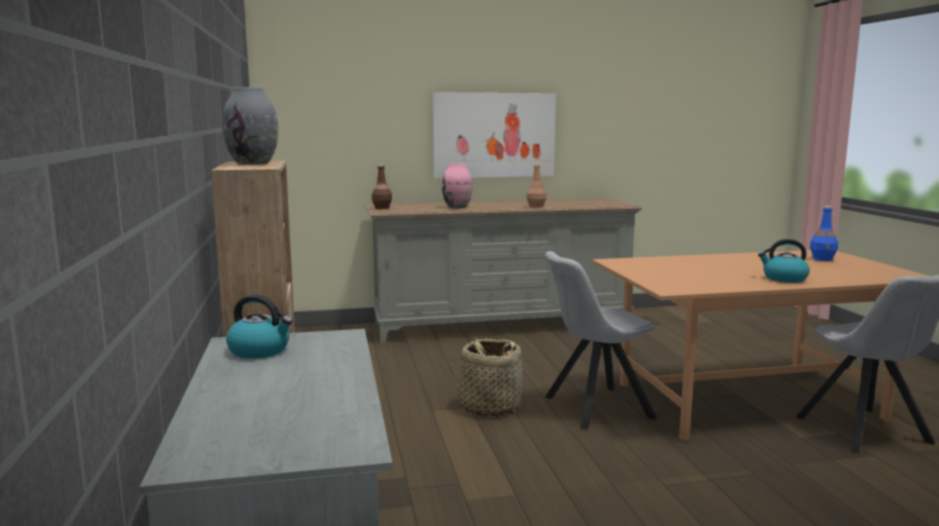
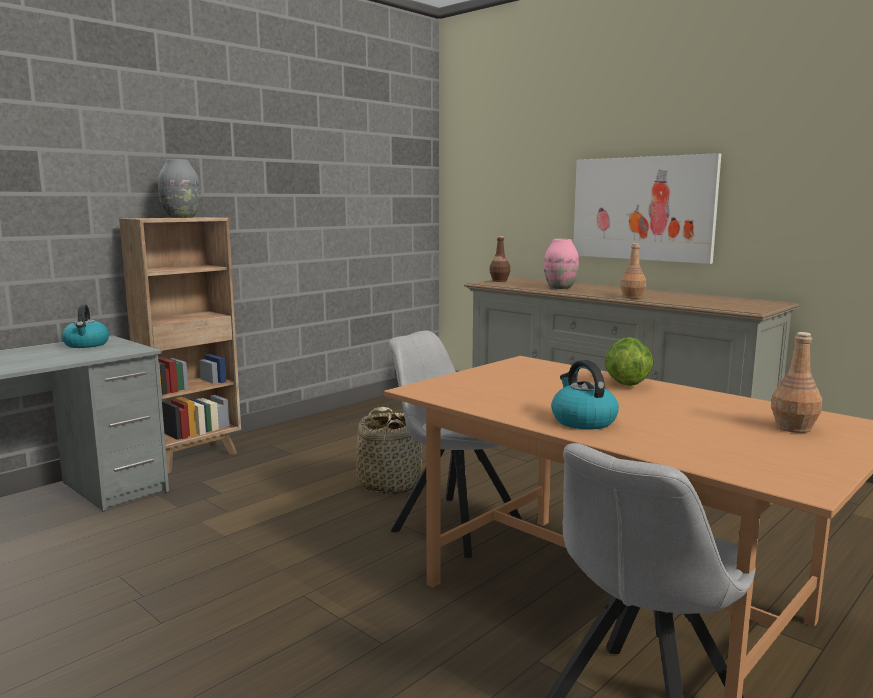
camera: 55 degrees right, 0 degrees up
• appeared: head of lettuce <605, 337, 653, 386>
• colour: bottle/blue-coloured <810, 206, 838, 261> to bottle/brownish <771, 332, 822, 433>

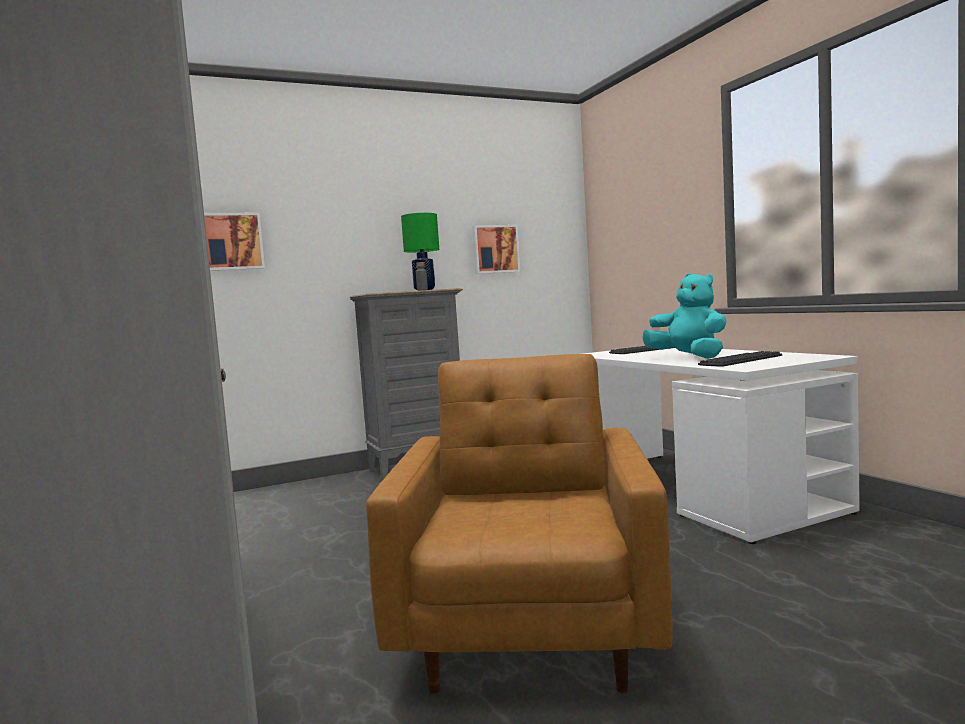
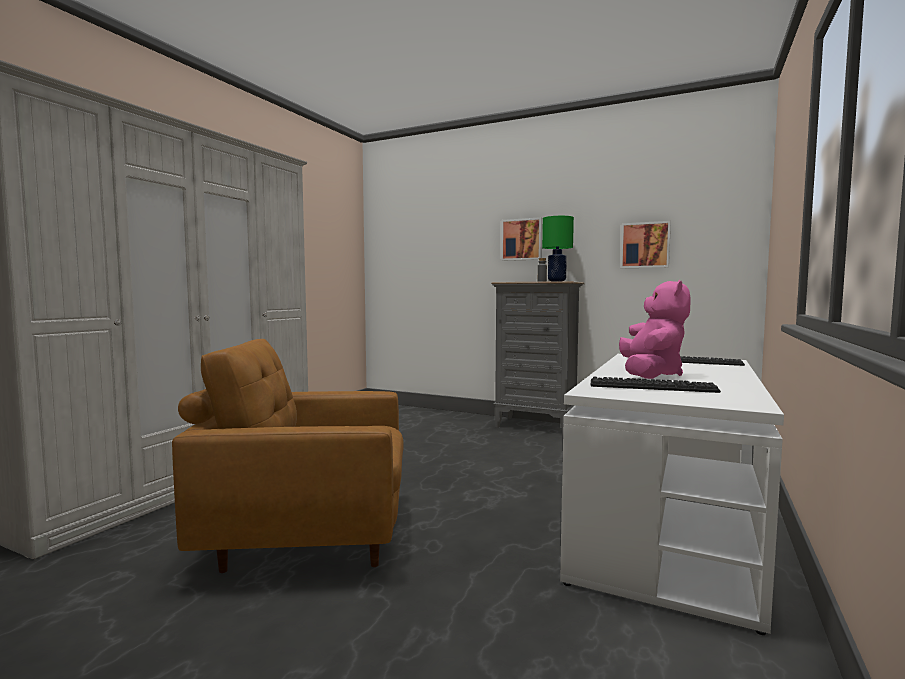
camera: 50 degrees right, 0 degrees up
• relocated: wall picture <204, 213, 265, 271> to <501, 217, 543, 261>
• colour: plush toy/turquoise-coloured <642, 273, 726, 359> to plush toy/pink-coloured <619, 280, 691, 379>
• spun: lounge chair/brownish <366, 354, 673, 694> = <172, 339, 404, 573> 150 degrees counterclockwise

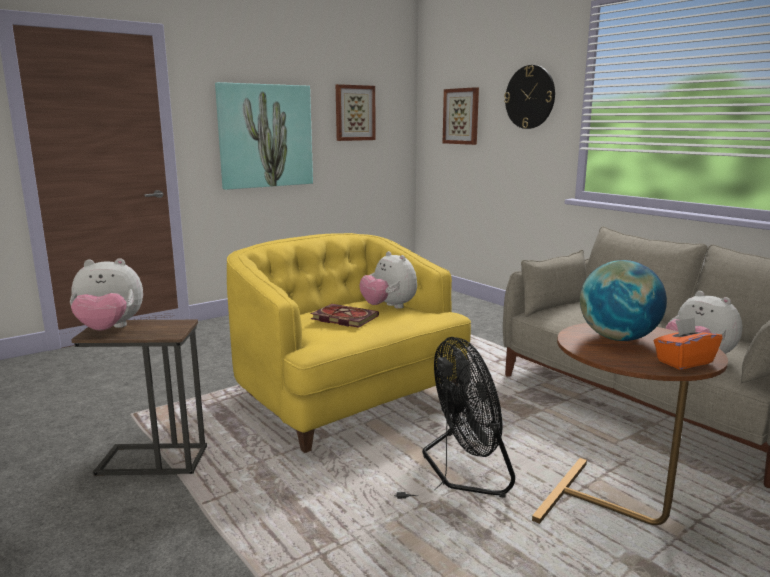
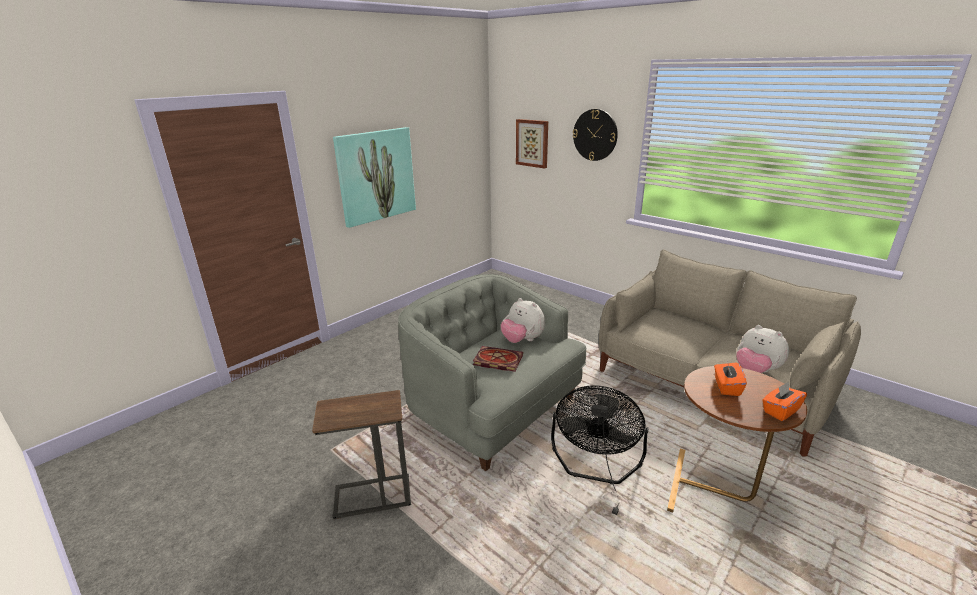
camera: 10 degrees left, 10 degrees up
• missing: plush toy <70, 258, 143, 331>
• missing: wall picture <336, 84, 376, 141>
• exchanged: globe <580, 260, 667, 341> to tissue box/orange-coloured <714, 361, 747, 396>
• colour: lounge chair/yellowish <227, 233, 471, 453> to lounge chair/greyish <398, 274, 586, 471>
• spun: electric fan/blackish <394, 337, 515, 499> = <551, 385, 648, 516> 45 degrees counterclockwise

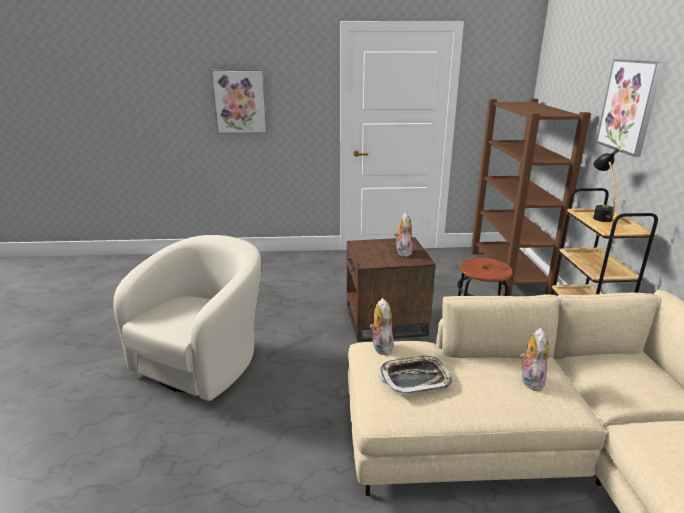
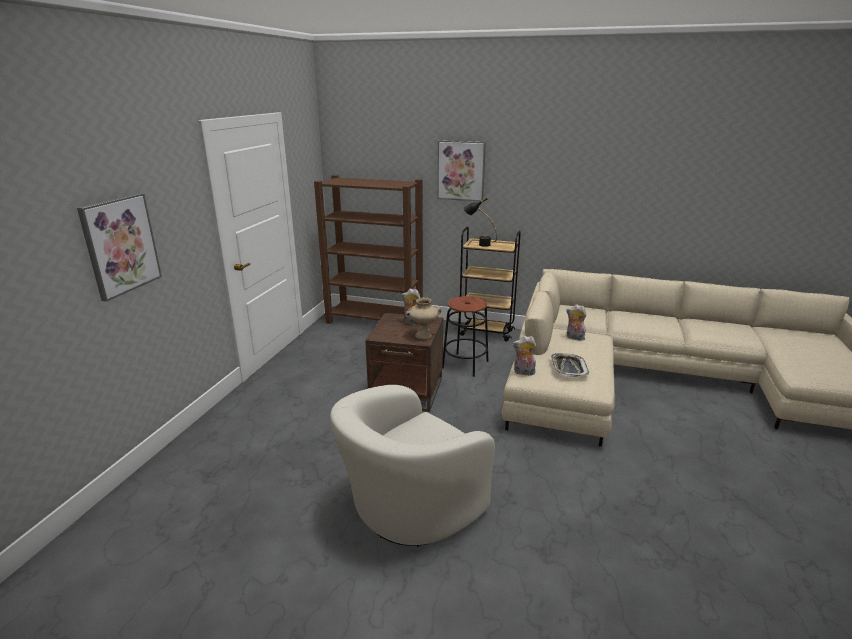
camera: 70 degrees left, 0 degrees up
• appeared: decorative vase/beige-coloured <406, 297, 441, 339>
• spun: lounge chair/beige-coloured <113, 235, 261, 401> = <330, 385, 495, 547> 90 degrees counterclockwise

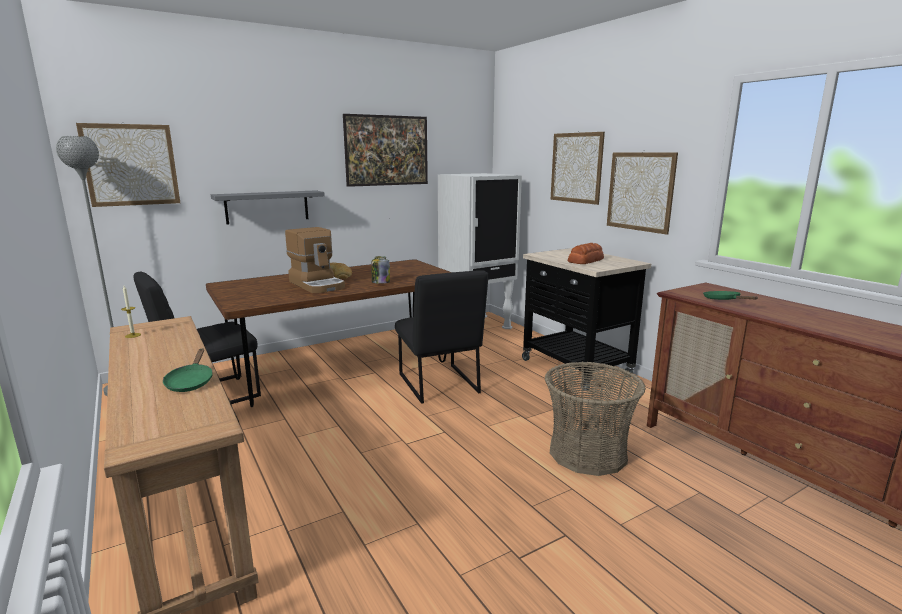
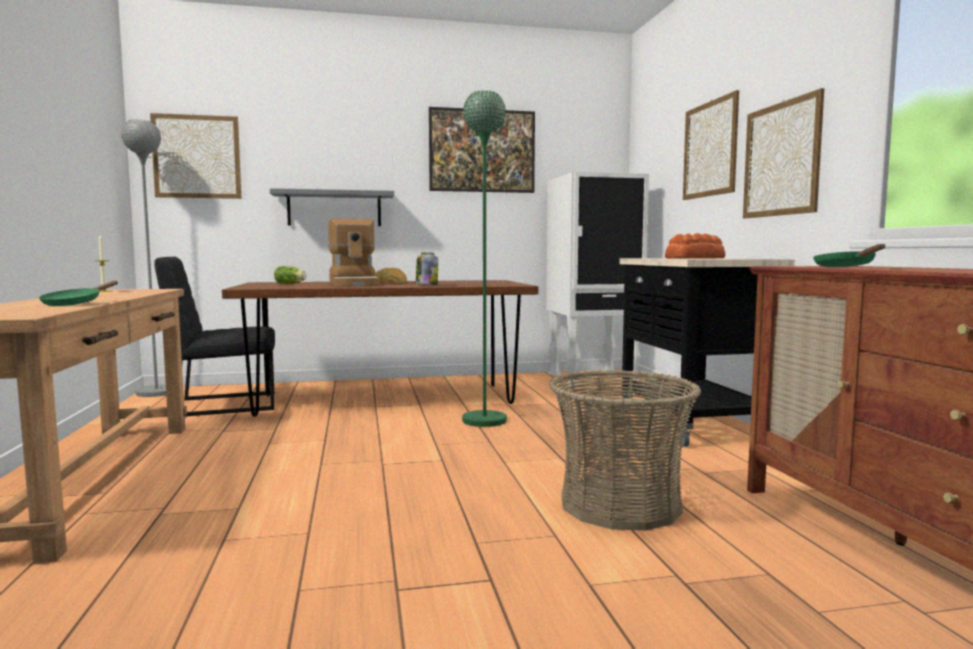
camera: 20 degrees right, 10 degrees down
• appeared: head of lettuce <274, 266, 307, 284>
• exchanged: upright chair/blackish <395, 270, 488, 404> to floor lamp/green <462, 90, 507, 427>

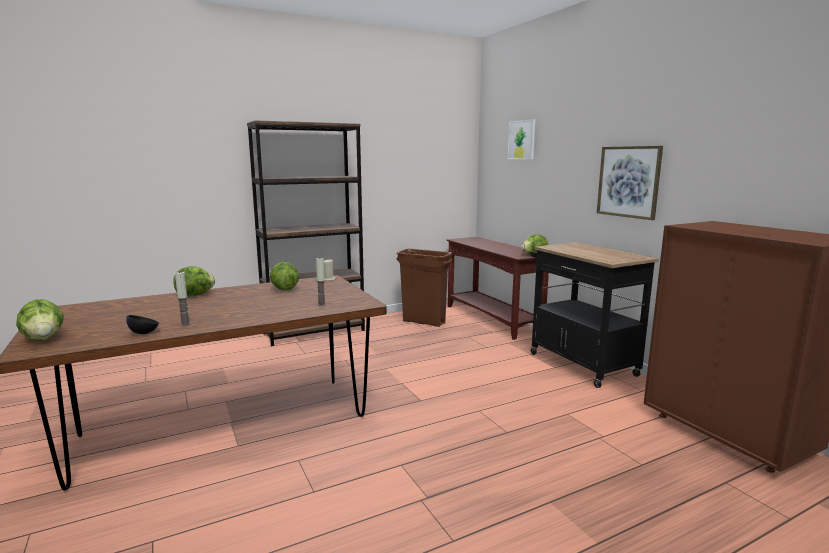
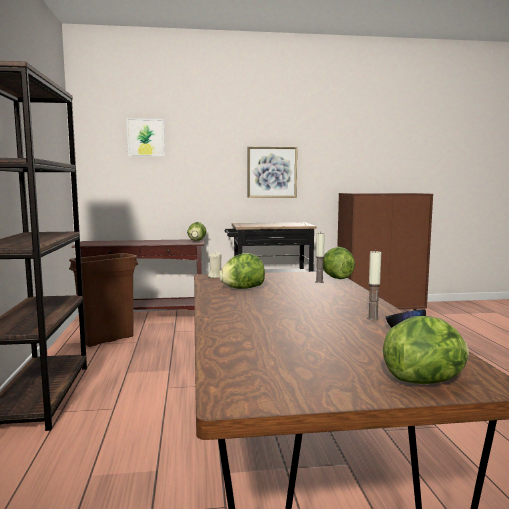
camera: 70 degrees left, 5 degrees down
• relocated: head of lettuce <174, 266, 215, 296> to <323, 247, 355, 279>

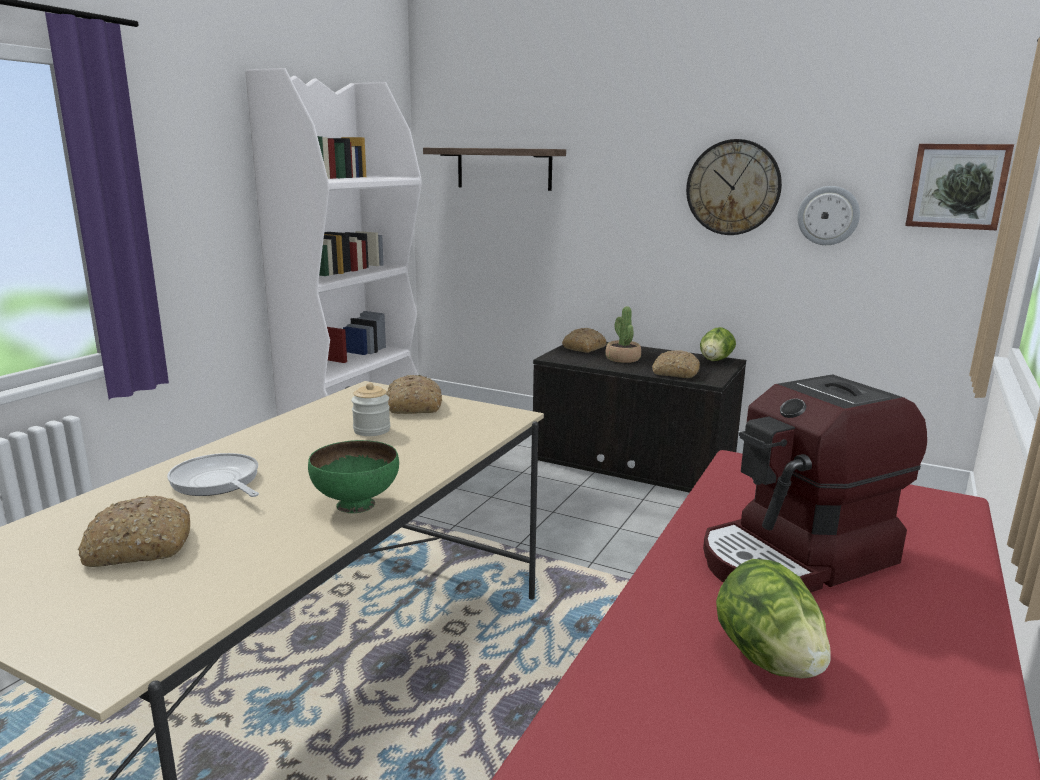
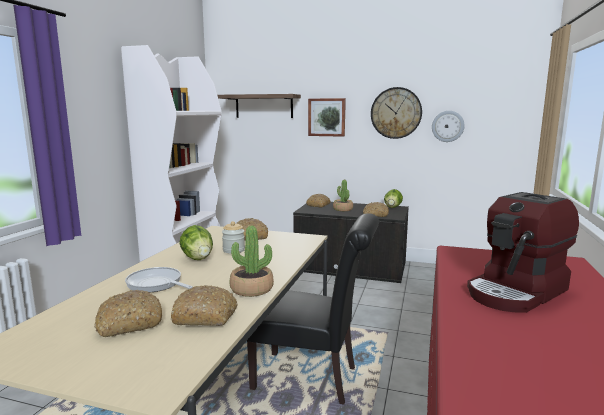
camera: 10 degrees left, 5 degrees down
• appeared: bread <171, 285, 238, 326>
• appeared: upright chair/blackish <247, 213, 379, 405>
• relocated: head of lettuce <716, 559, 831, 678> to <179, 225, 213, 260>
• relocated: wall picture <905, 144, 1014, 230> to <308, 98, 346, 137>
• exchanged: serving bowl/green <308, 440, 399, 513> to potted plant <229, 226, 274, 297>

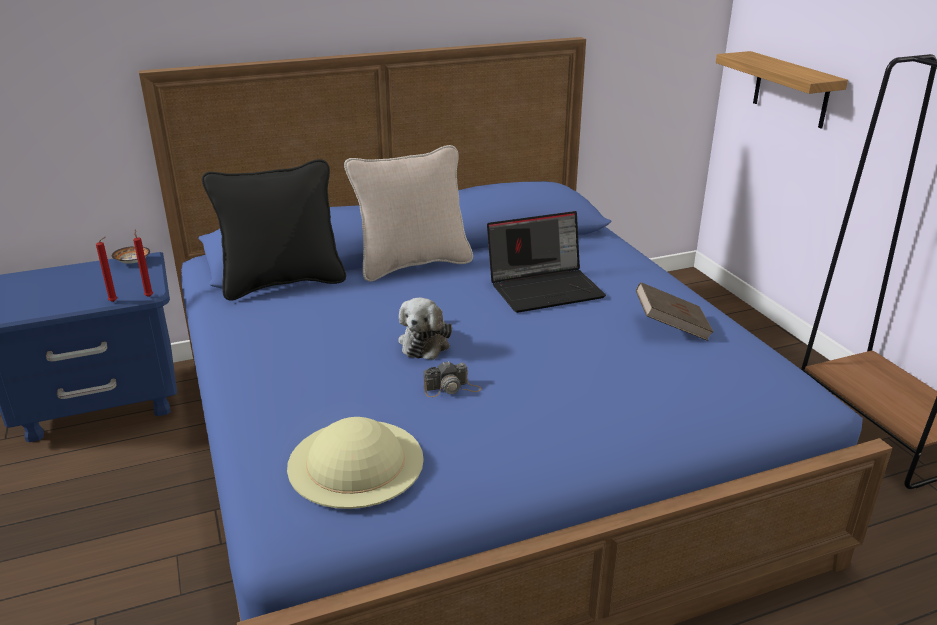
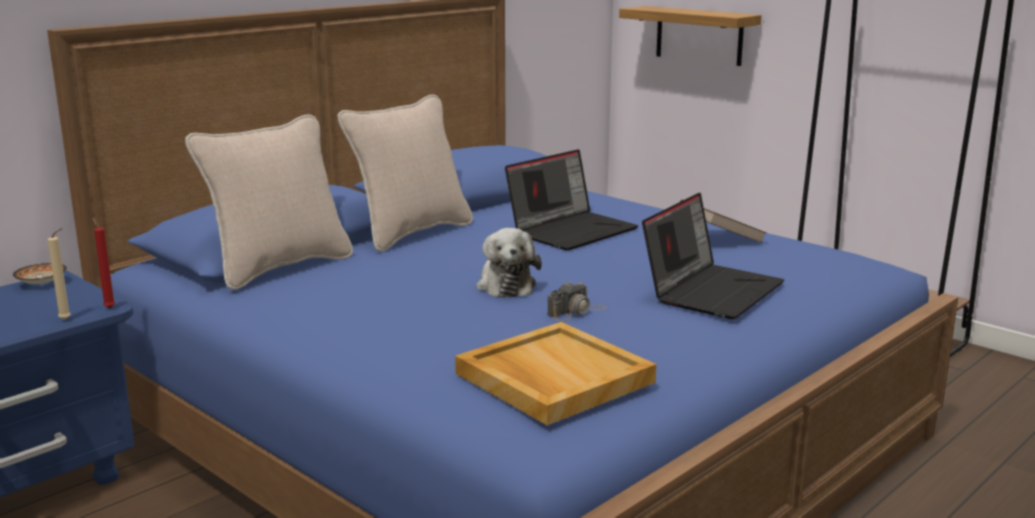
camera: 25 degrees left, 10 degrees down
• appeared: portable computer <642, 192, 784, 319>
• exchanged: wearable hat/beige-coloured <287, 417, 424, 509> to serving tray/beige-coloured <455, 322, 656, 425>
• colour: wax light/red <96, 237, 117, 302> to wax light/beige-coloured <48, 228, 71, 320>
• colour: cushion/blackish <202, 159, 346, 301> to cushion/beige-coloured <185, 114, 353, 290>

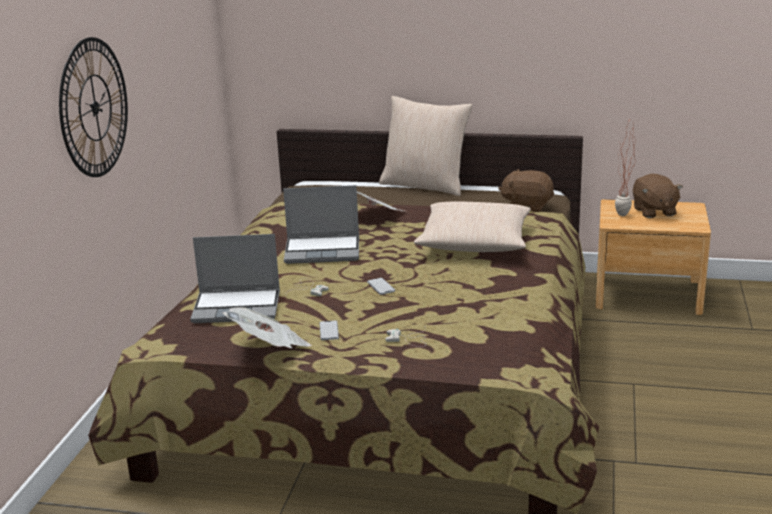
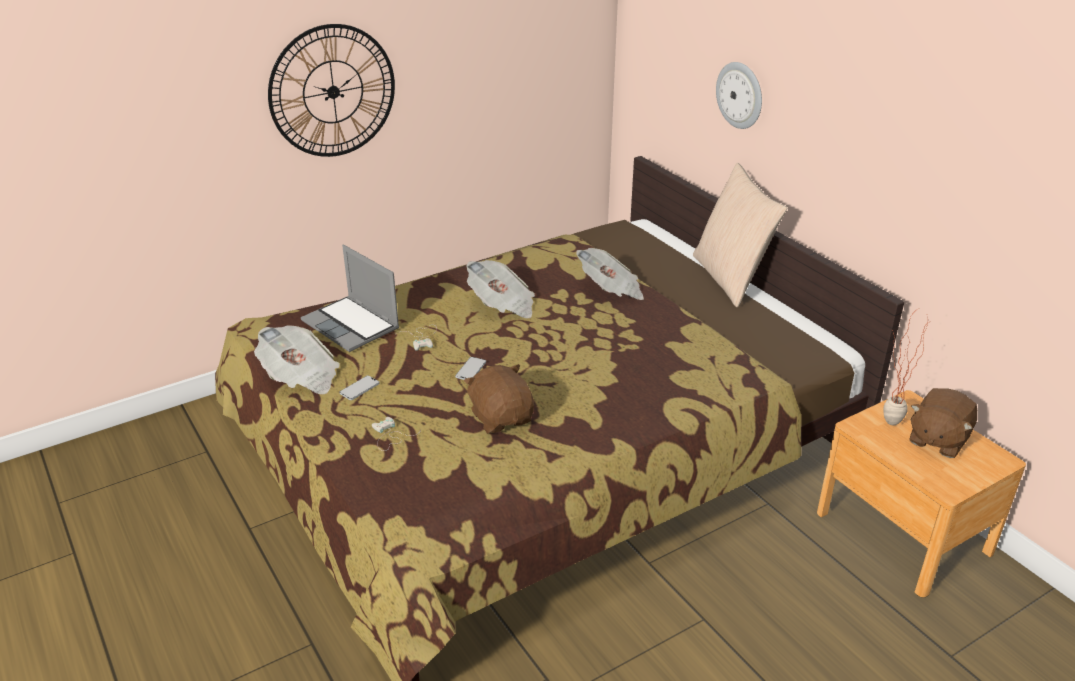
camera: 45 degrees right, 10 degrees up
• missing: cushion/beige-coloured <414, 202, 531, 252>
• appeared: wall clock <716, 62, 762, 129>
• relocated: plush toy/brownish <498, 169, 554, 212> to <464, 364, 534, 434>
• exchanged: portable computer <283, 185, 359, 264> to daily paper <466, 260, 535, 319>

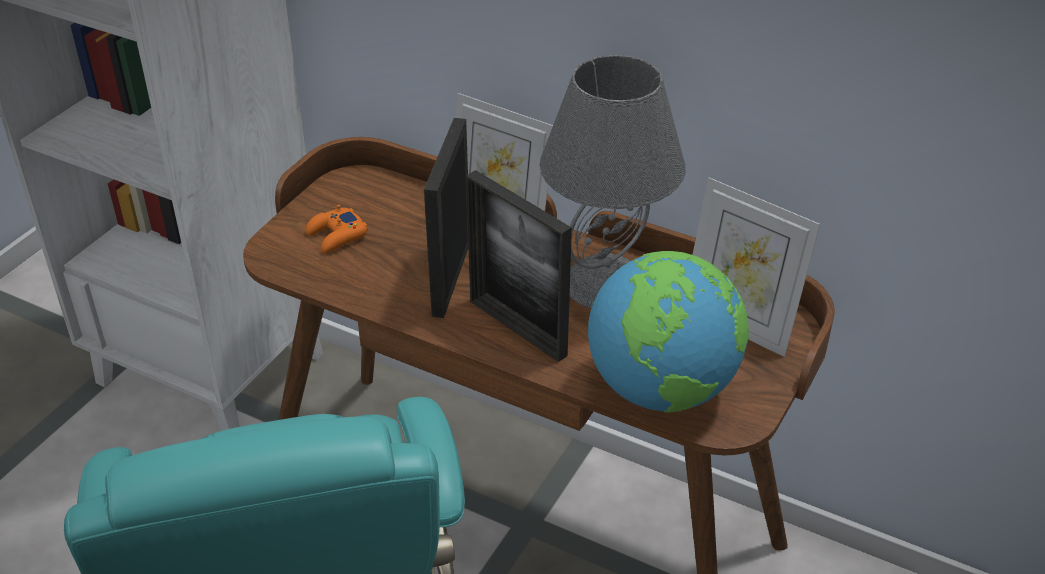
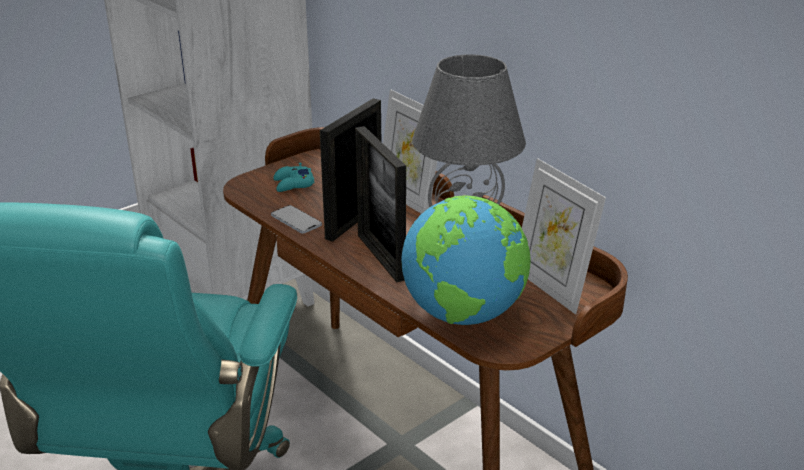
camera: 20 degrees right, 10 degrees down
• appeared: handset <271, 205, 322, 234>
• colour: game controller/orange-coloured <305, 204, 368, 253> to game controller/turquoise-coloured <273, 162, 315, 192>

